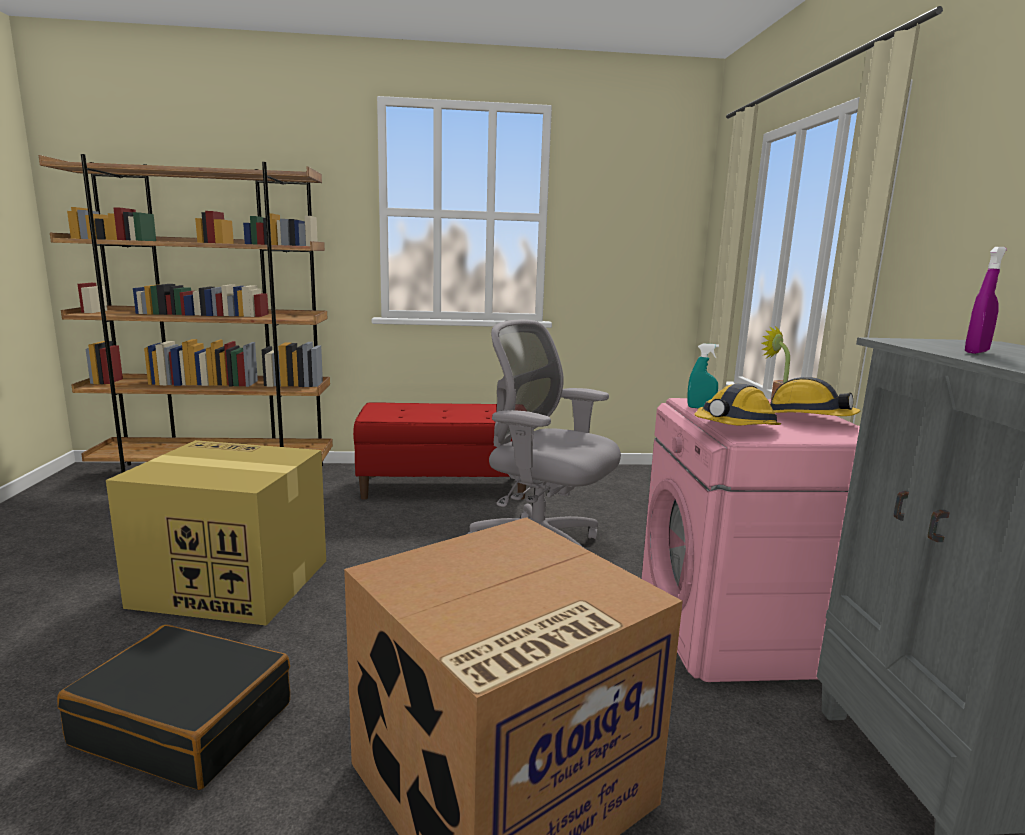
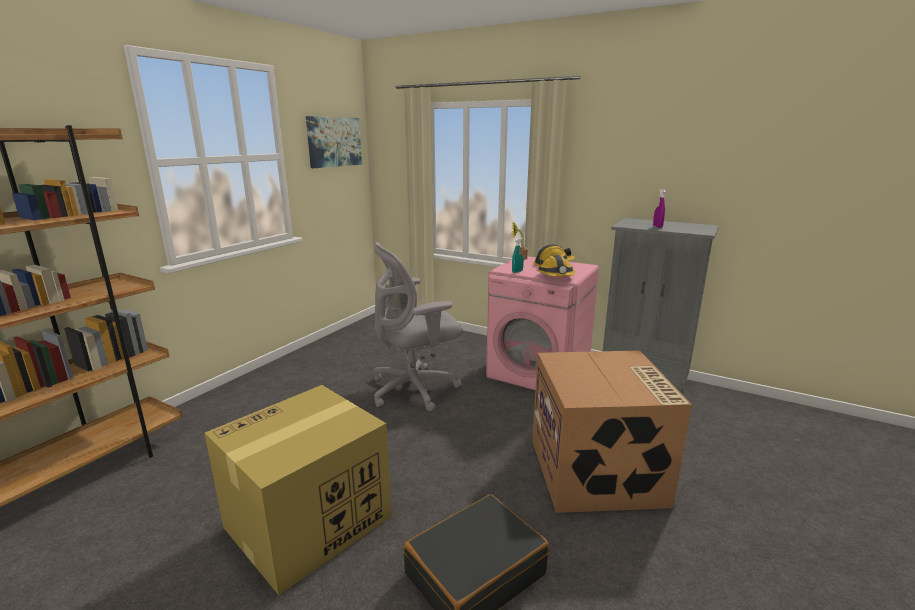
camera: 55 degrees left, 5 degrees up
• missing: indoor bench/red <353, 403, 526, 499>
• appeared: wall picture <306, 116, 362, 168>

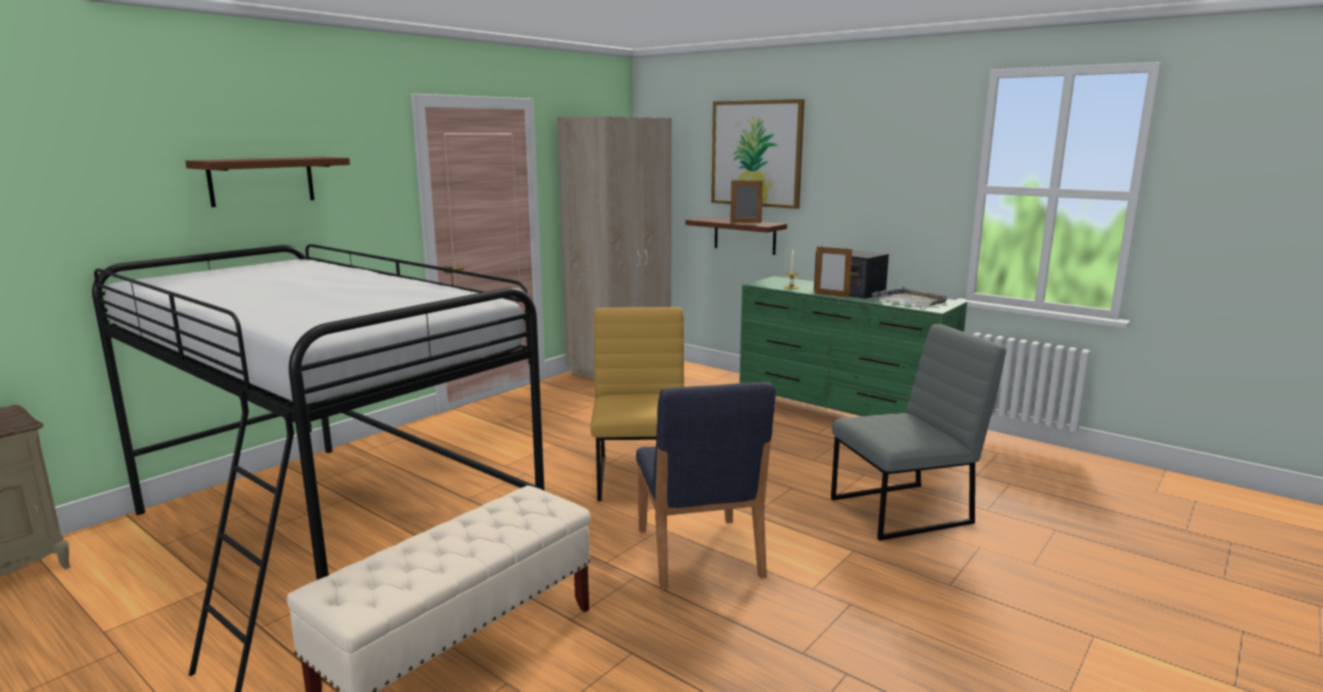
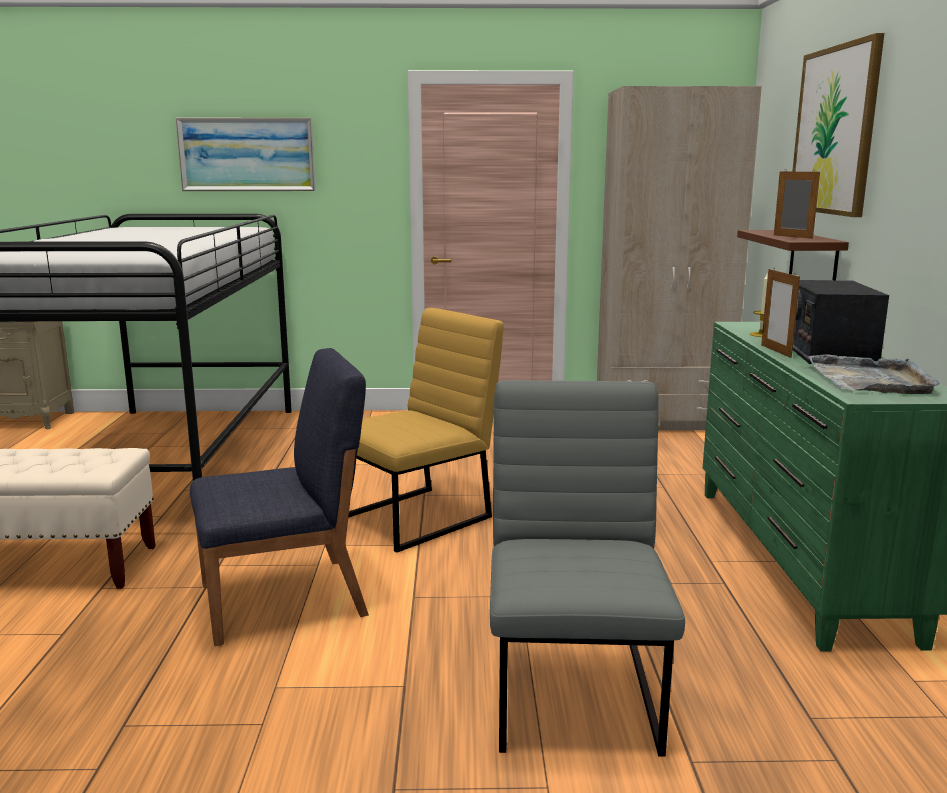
camera: 50 degrees right, 0 degrees up
• exchanged: bracket shelf/brownish <185, 157, 350, 207> to wall picture <176, 118, 315, 191>
• spun: upright chair/blue-coloured <636, 382, 776, 590> = <190, 348, 369, 646> 150 degrees counterclockwise
• spun: upright chair/greyish <831, 324, 1006, 541> = <490, 380, 685, 757> 120 degrees counterclockwise

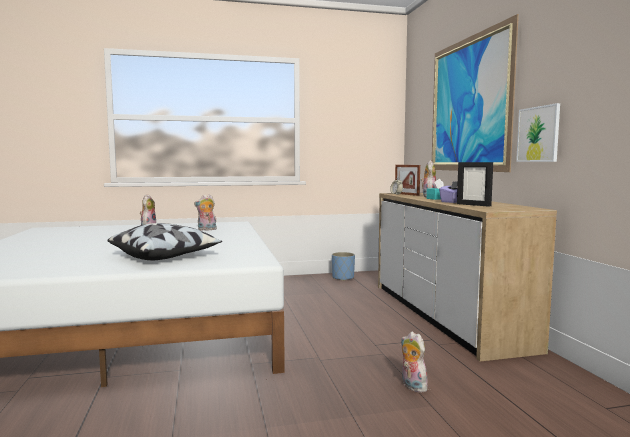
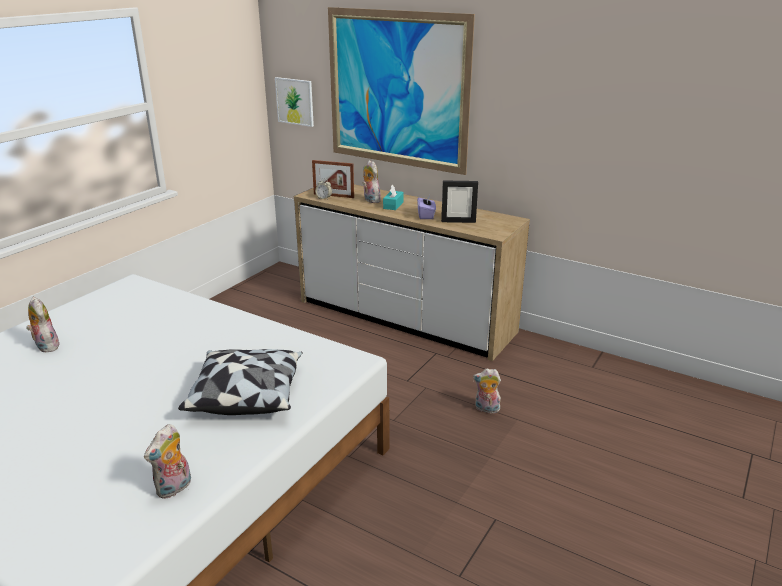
camera: 45 degrees left, 20 degrees up
• missing: plant pot/blue-coloured <332, 252, 355, 281>
• relocated: plush toy <194, 194, 217, 231> to <144, 424, 191, 499>
• relocated: wall picture <516, 103, 560, 162> to <275, 77, 314, 127>

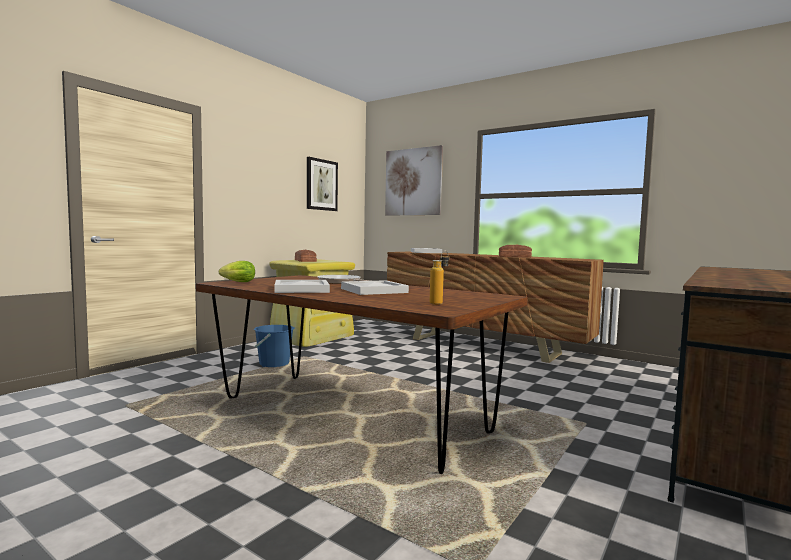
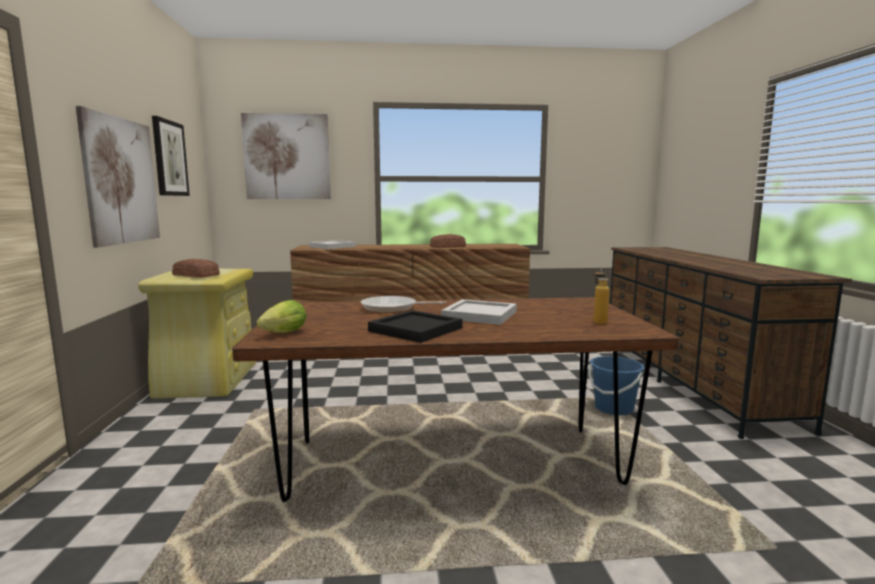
camera: 40 degrees left, 5 degrees up
• appeared: wall picture <76, 106, 160, 248>
• relocated: bucket/blue-coloured <254, 325, 295, 367> to <588, 356, 645, 415>
• colour: serving tray/white <274, 280, 330, 293> to serving tray/blackish <368, 310, 463, 343>

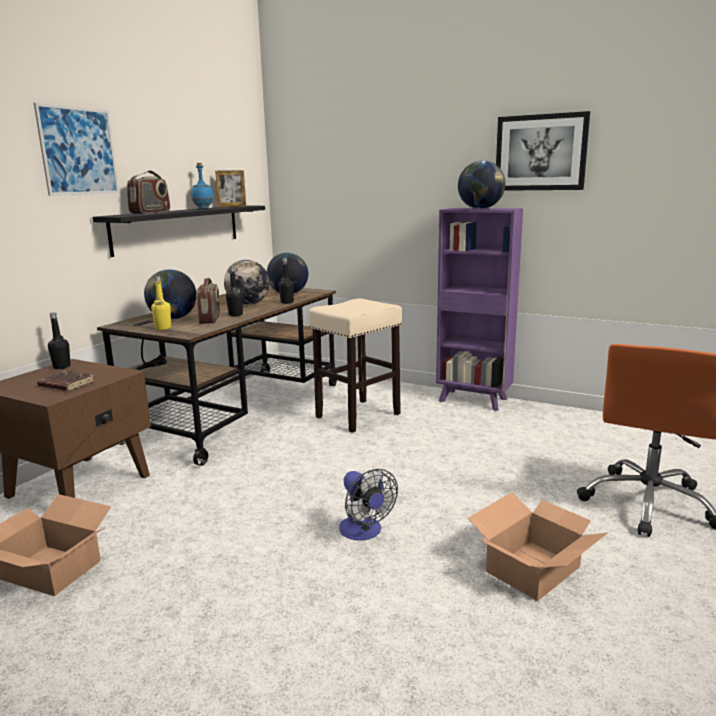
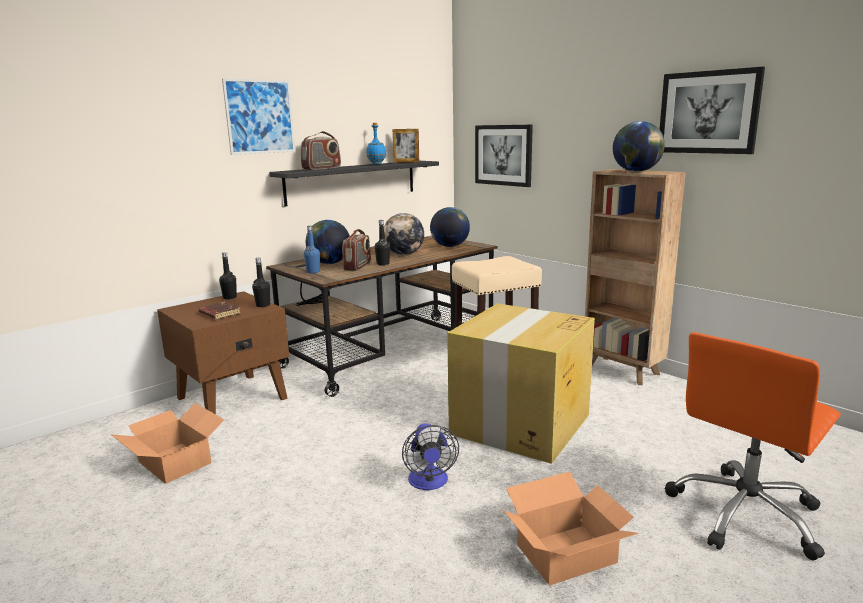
camera: 20 degrees right, 0 degrees up
• appeared: packing box <447, 303, 595, 464>
• appeared: wall picture <475, 124, 533, 187>
• relocated: bottle/blackish <278, 258, 294, 304> to <252, 258, 270, 307>
• colour: bottle/yellowish <151, 276, 171, 330> to bottle/blue-coloured <304, 226, 320, 273>
• colour: bookcase/purplish <436, 208, 523, 411> to bookcase/brownish <585, 169, 686, 385>

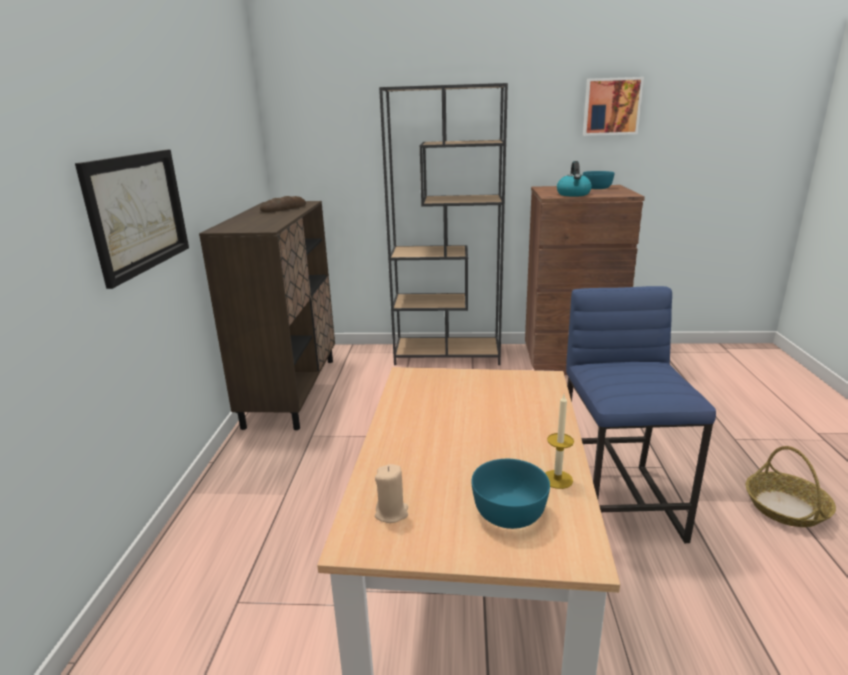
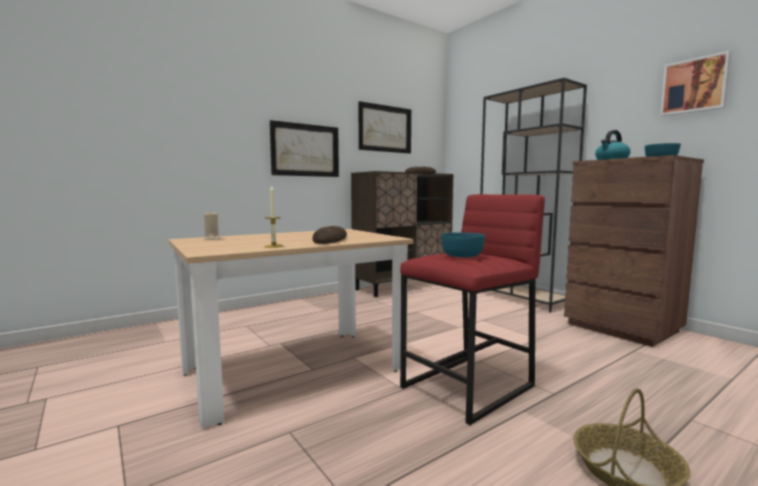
camera: 50 degrees right, 15 degrees down
• appeared: bread <312, 226, 347, 244>
• appeared: wall picture <358, 101, 411, 154>
• relocated: serving bowl/turquoise-coloured <471, 459, 550, 529> to <441, 232, 485, 258>
• colour: sitting stool/blue-coloured <566, 286, 716, 543> to sitting stool/red <400, 194, 545, 425>

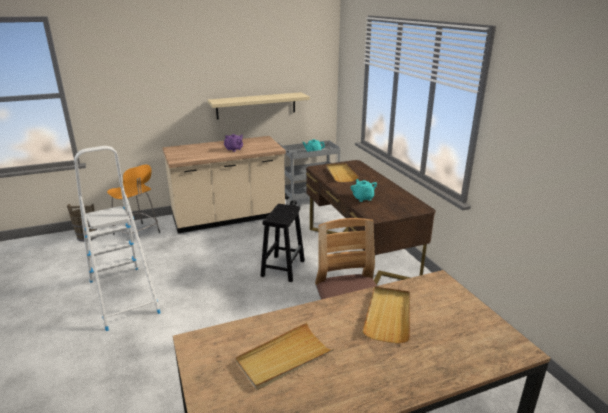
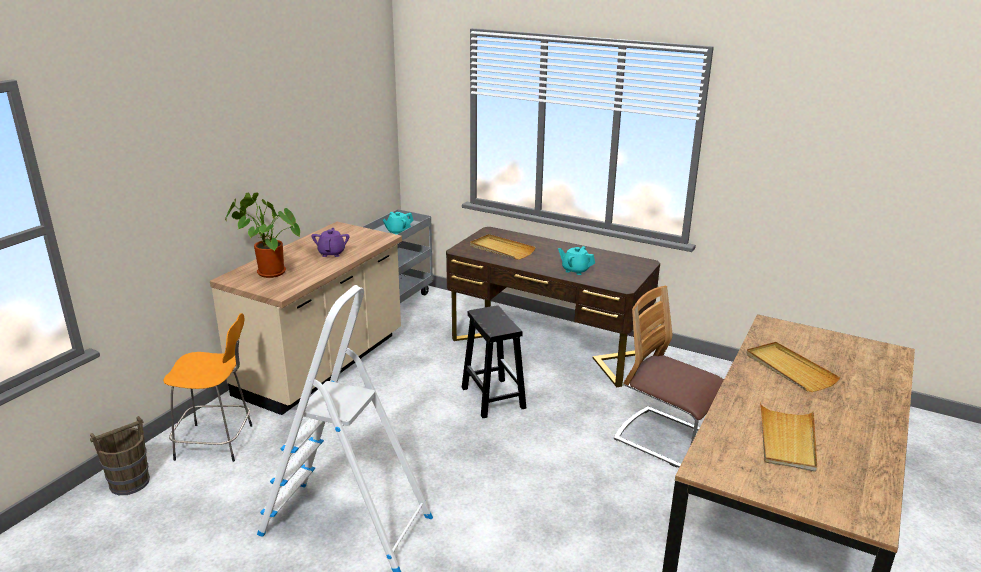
camera: 40 degrees left, 0 degrees up
• missing: bracket shelf/beige-coloured <208, 92, 310, 119>
• appeared: potted plant <225, 192, 300, 278>

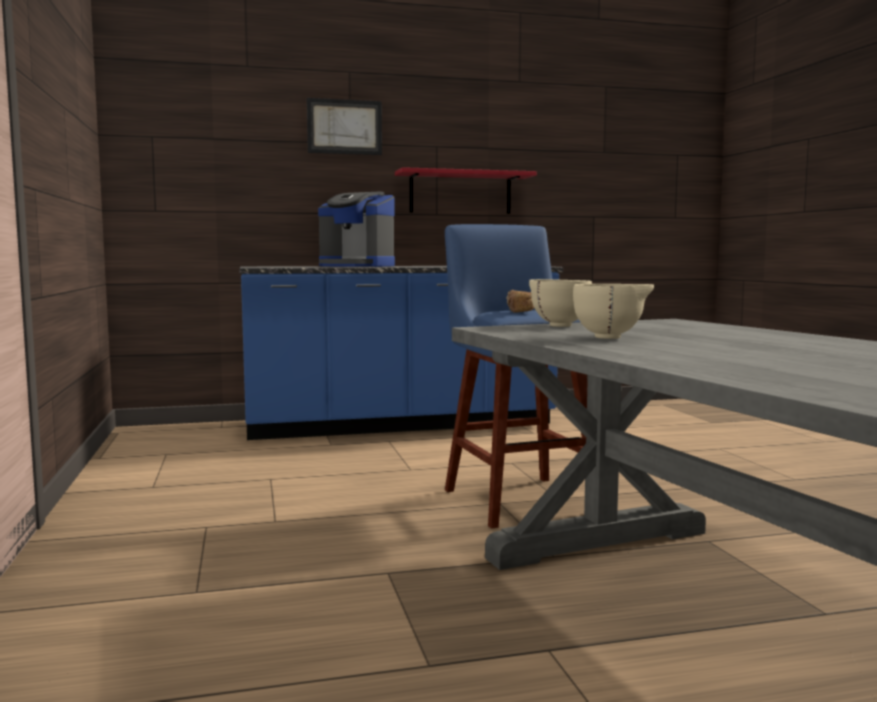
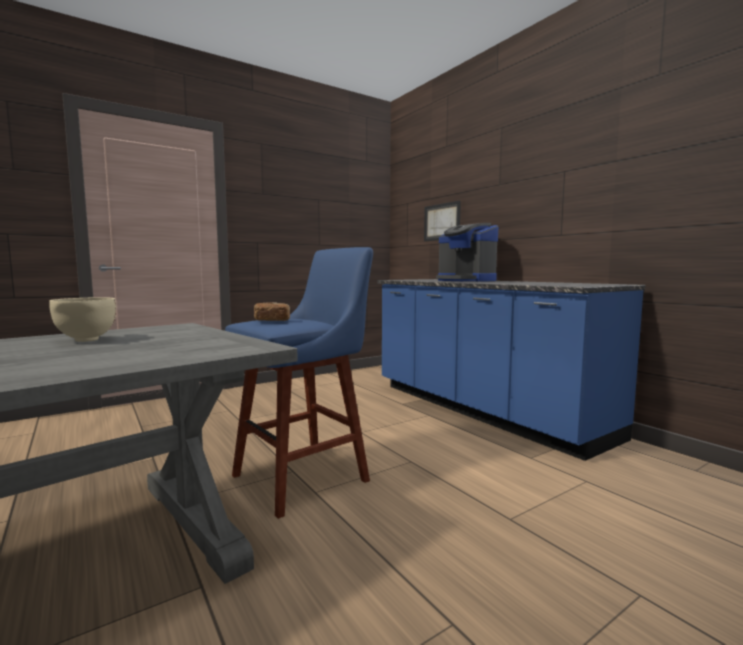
camera: 70 degrees right, 0 degrees up
• missing: bracket shelf/red <395, 167, 537, 214>
• missing: serving bowl/beige-coloured <529, 279, 592, 327>
• relocated: wall picture <307, 98, 382, 155> to <424, 201, 461, 241>
• spun: coffee maker <318, 192, 395, 267> = <436, 223, 498, 282> 45 degrees counterclockwise

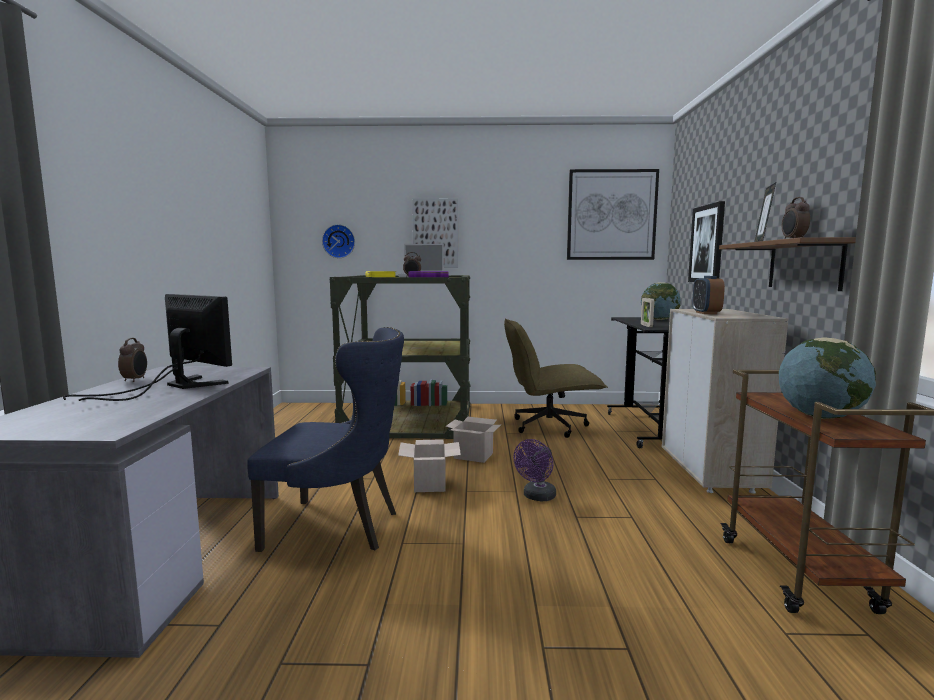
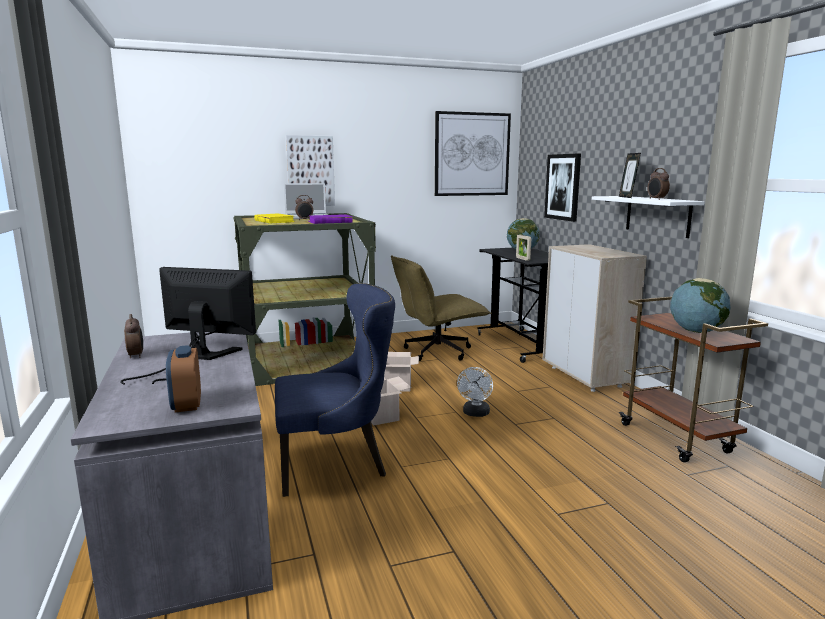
camera: 20 degrees left, 5 degrees up
• missing: wall clock <322, 224, 355, 258>
• relocated: alarm clock <692, 276, 725, 314> to <166, 345, 201, 413>
• colour: electric fan/purplish <514, 439, 556, 502> to electric fan/white <457, 367, 493, 417>
• colour: bracket shelf/brownish <719, 237, 856, 291> to bracket shelf/white <592, 196, 704, 238>

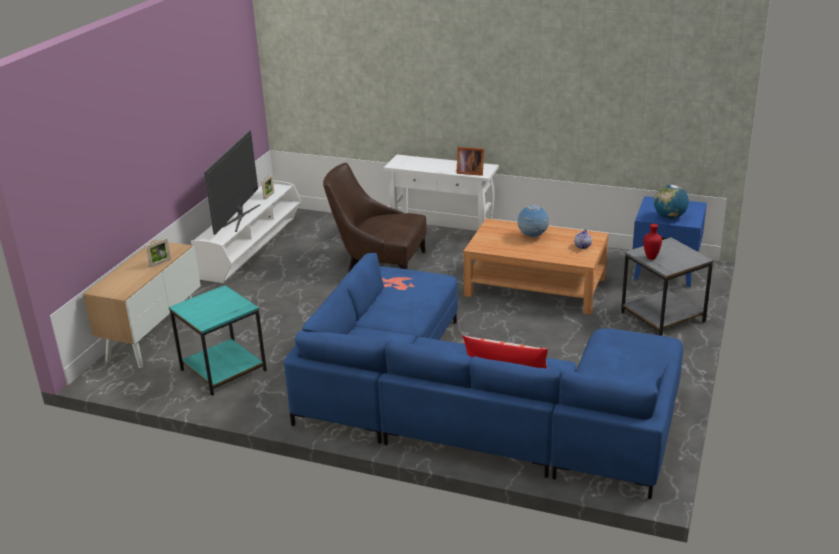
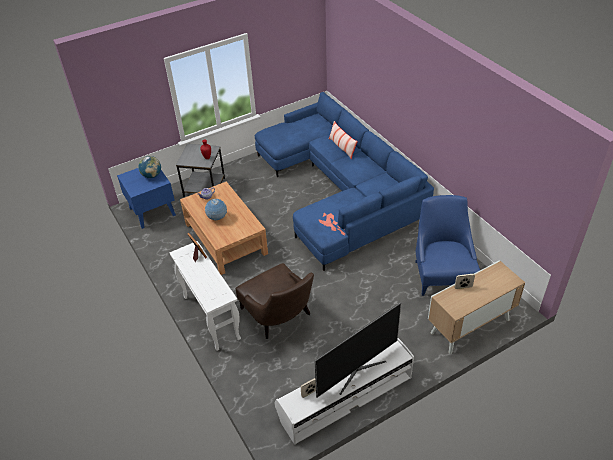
camera: 140 degrees left, 15 degrees up
• exchanged: accent table/turquoise-coloured <169, 285, 267, 396> to lounge chair/blue-coloured <415, 195, 480, 296>

